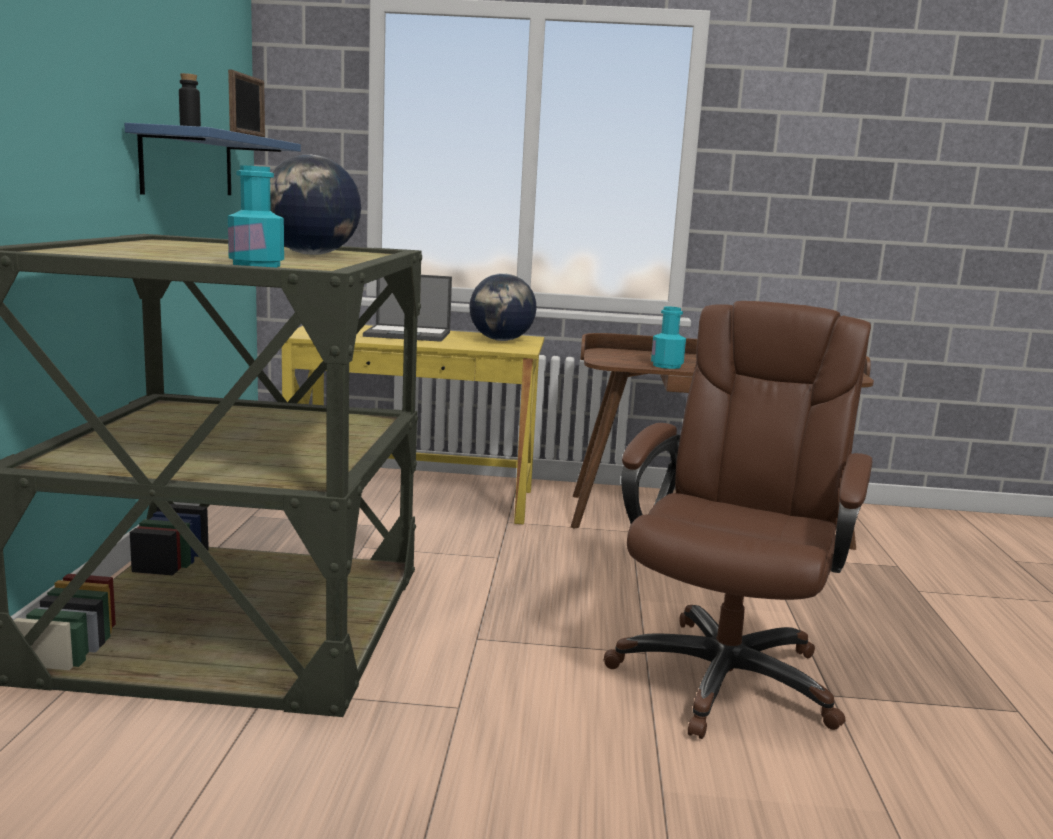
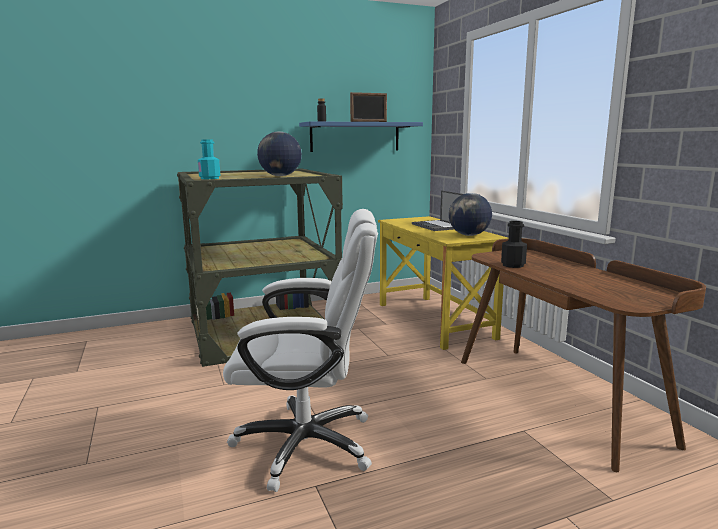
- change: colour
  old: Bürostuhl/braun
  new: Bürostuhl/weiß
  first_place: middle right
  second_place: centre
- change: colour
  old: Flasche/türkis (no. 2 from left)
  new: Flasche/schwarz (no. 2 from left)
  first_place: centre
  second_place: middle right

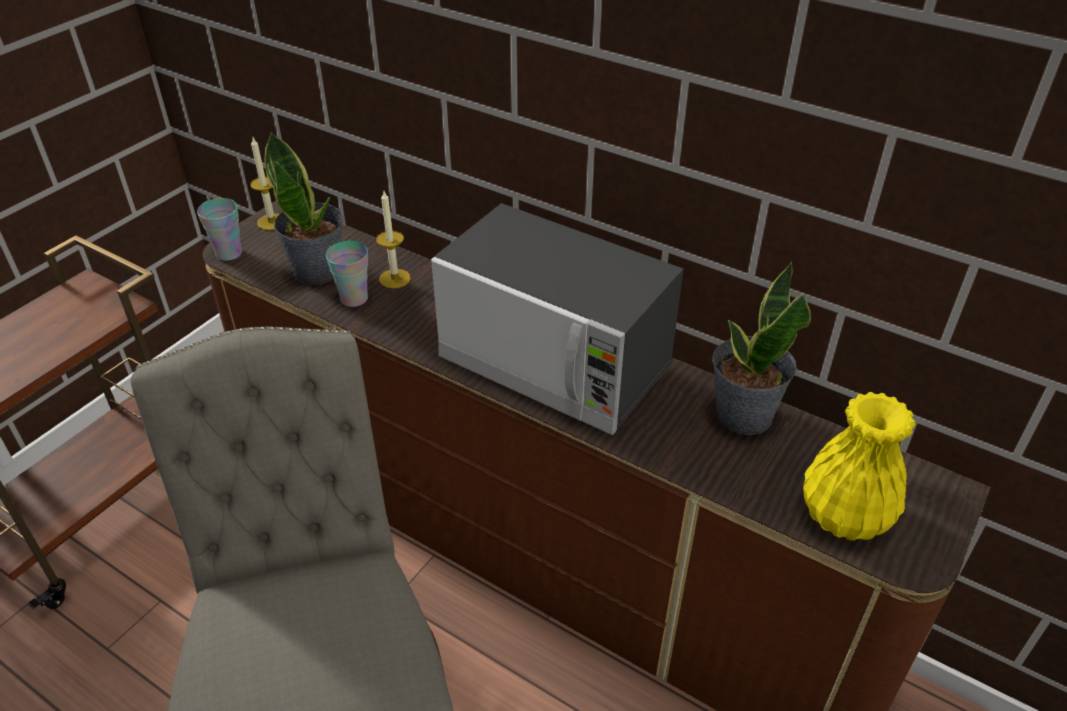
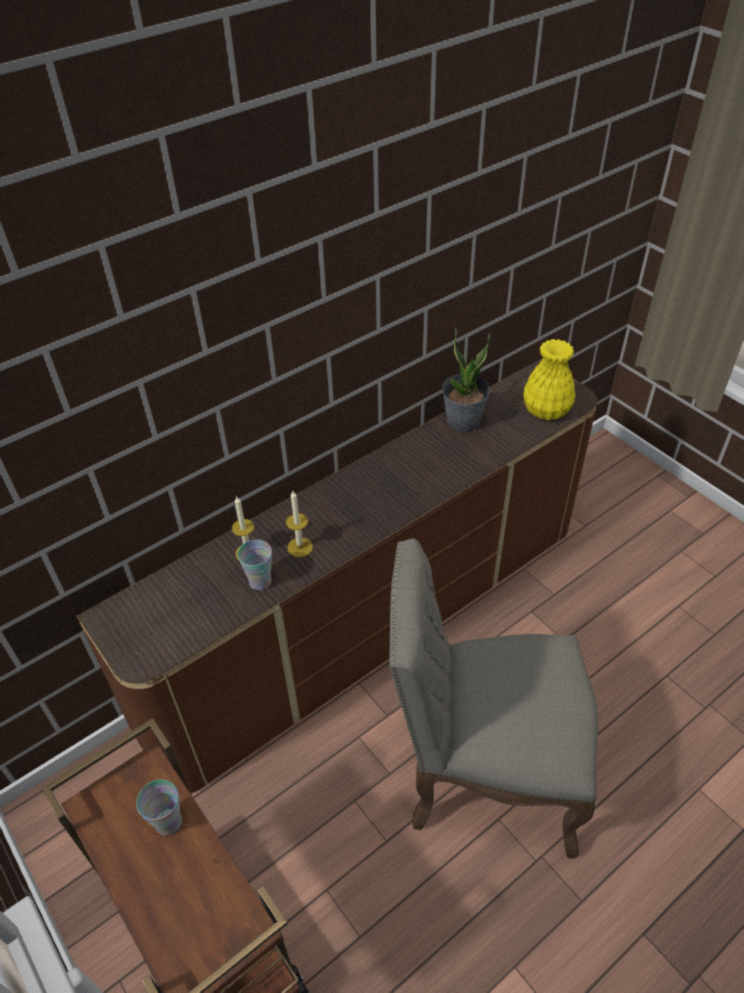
- change: relocated
  old: Tasse (no. 1 from left)
  first_place: top left
  second_place: bottom left
- change: relocated
  old: Kerze (no. 1 from left in the first image)
  new: Kerze (no. 2 from left)
  first_place: top left
  second_place: centre
- change: missing
  old: Topfpflanze (no. 1 from left)
  first_place: top left
- change: missing
  old: Mikrowelle
  first_place: centre

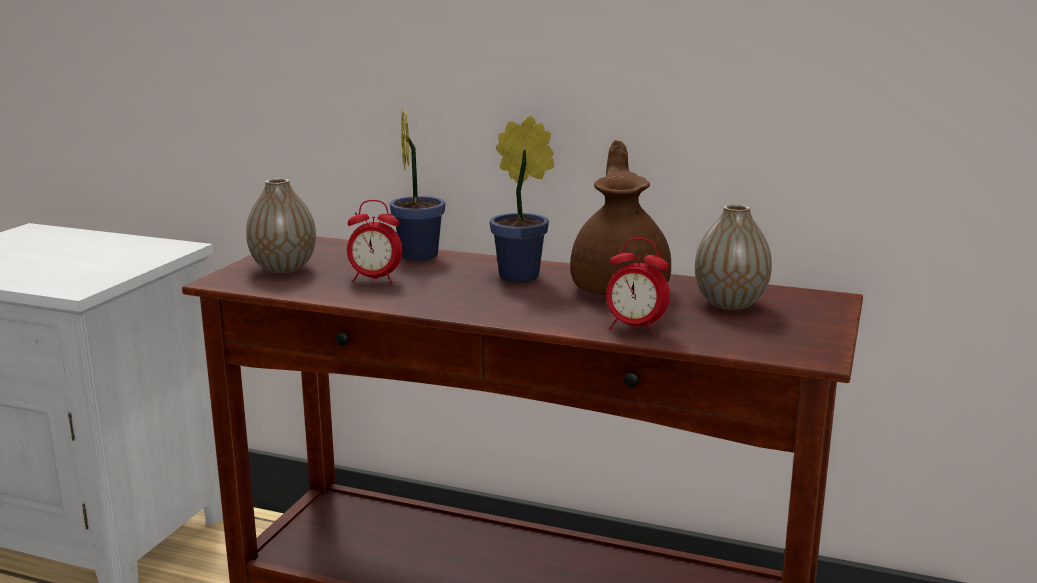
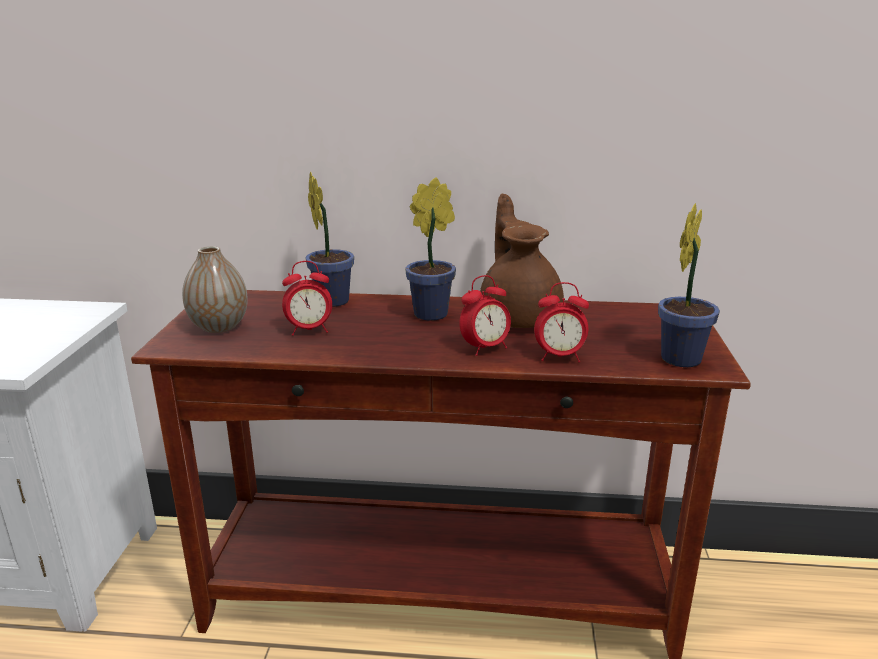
- change: missing
  old: Vase (no. 2 from left)
  first_place: middle right
- change: appeared
  new: Wecker (no. 2 from left)
  second_place: centre
- change: appeared
  new: Topfpflanze (no. 3 from left)
  second_place: middle right

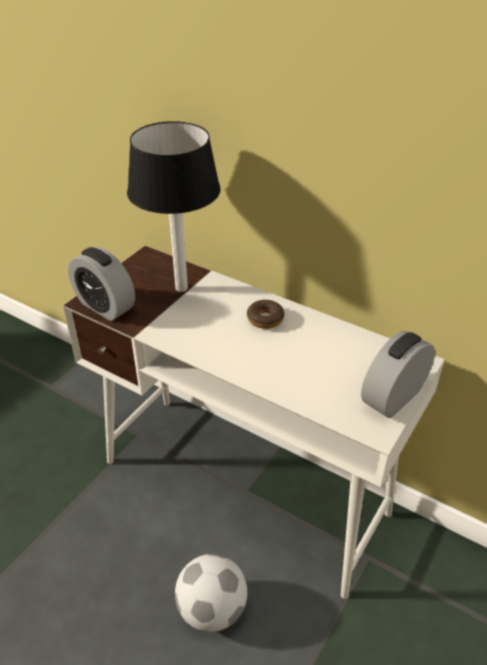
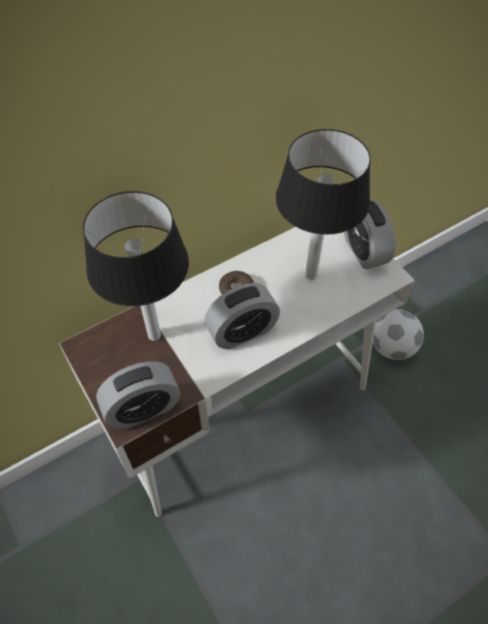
- change: relocated
  old: Fußball
  first_place: bottom centre
  second_place: middle right
- change: appeared
  new: Wecker (no. 2 from left)
  second_place: centre
- change: appeared
  new: Tischlampe (no. 2 from left)
  second_place: top centre

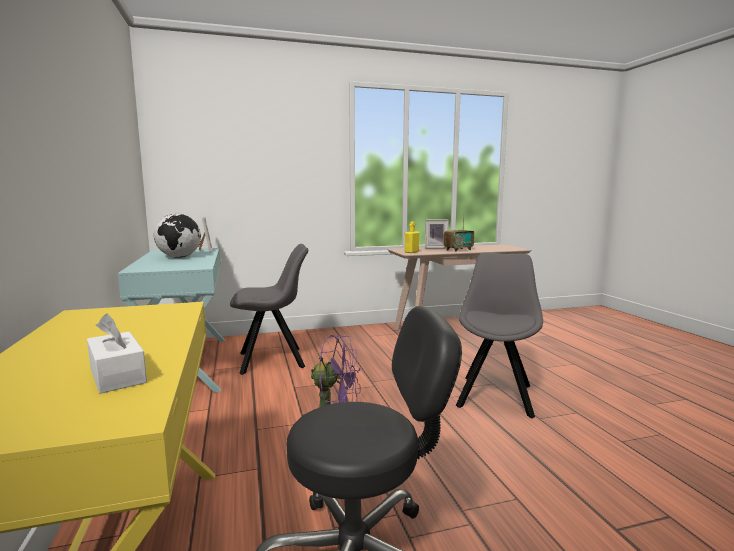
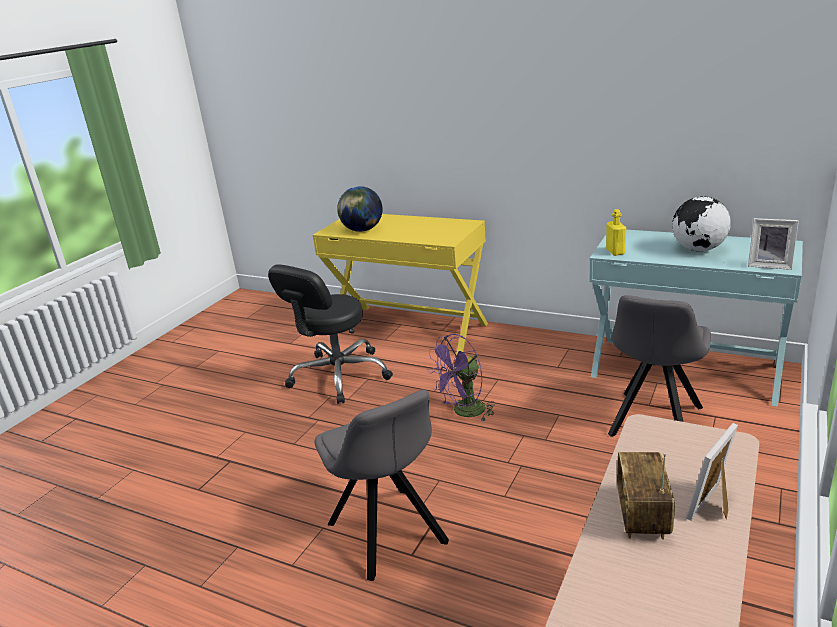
- change: exchanged
  old: Taschentuchbox/weiß
  new: Globus (no. 1 from left)
  first_place: middle left
  second_place: centre
- change: relocated
  old: Flasche/gelb
  first_place: centre
  second_place: middle right

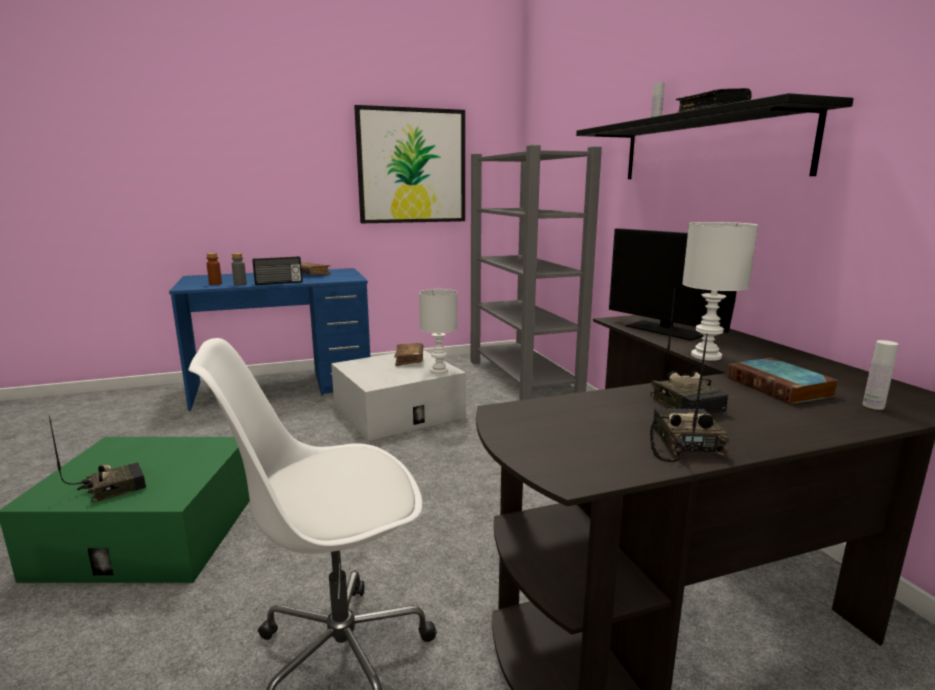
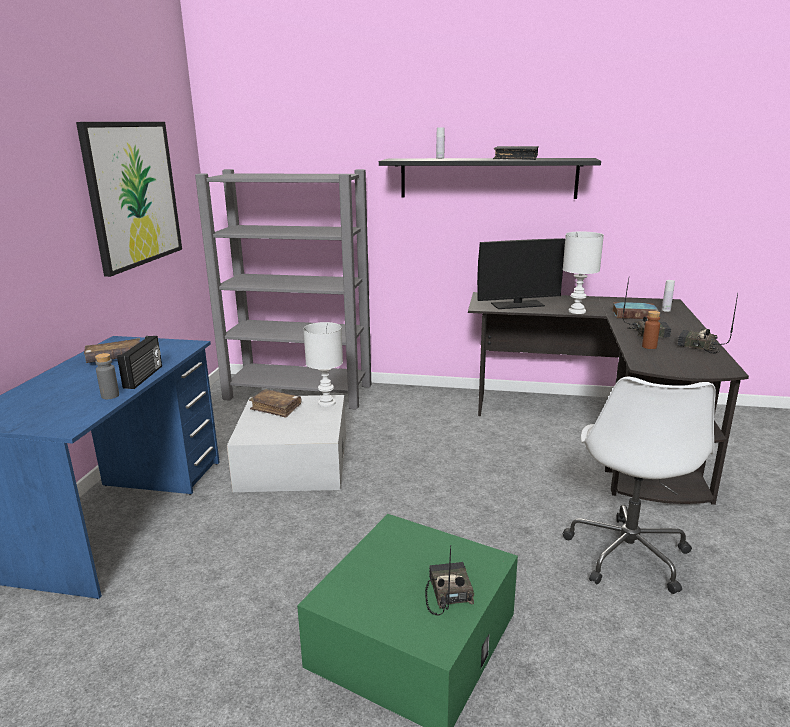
- change: relocated
  old: Flasche/braun
  first_place: middle left
  second_place: middle right

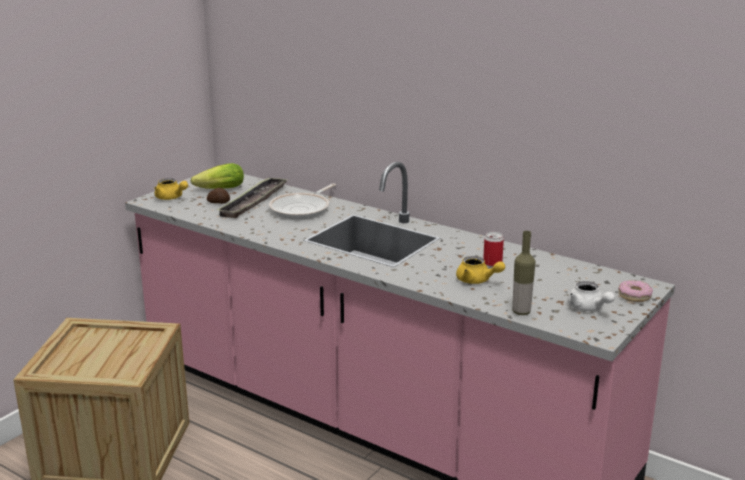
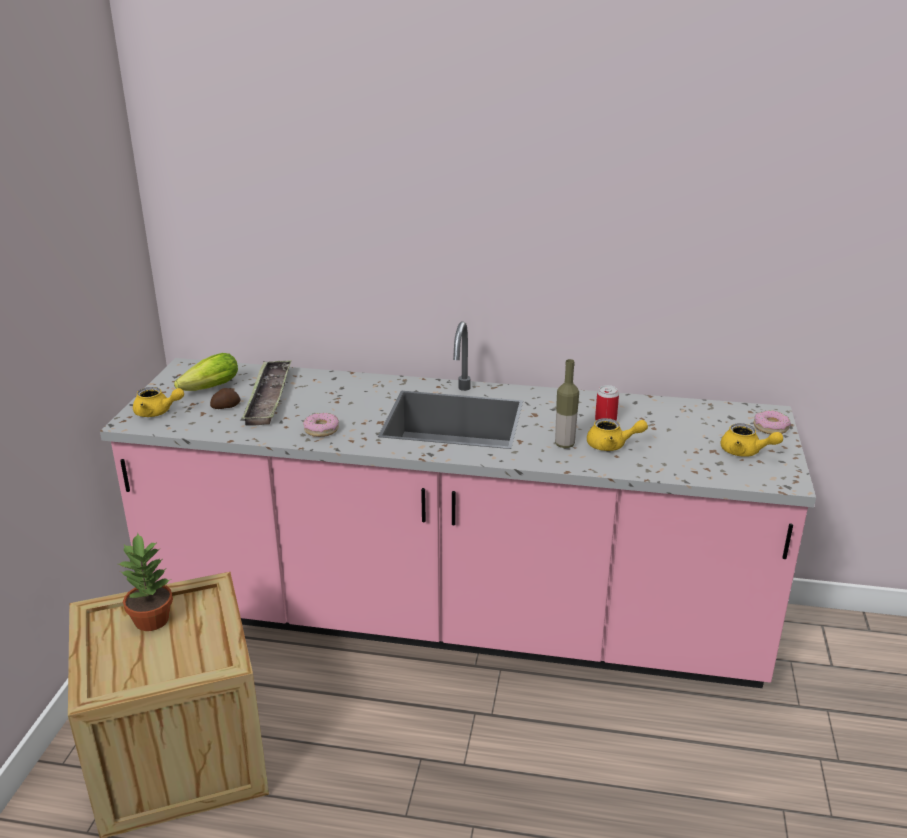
- change: missing
  old: Pfanne
  first_place: centre
- change: relocated
  old: Flasche
  first_place: middle right
  second_place: centre
- change: colour
  old: Teekanne/weiß
  new: Teekanne/gelb (no. 3 from left)
  first_place: middle right
  second_place: middle right
- change: appeared
  new: Topfpflanze
  second_place: bottom left
- change: appeared
  new: Donut (no. 1 from left)
  second_place: centre

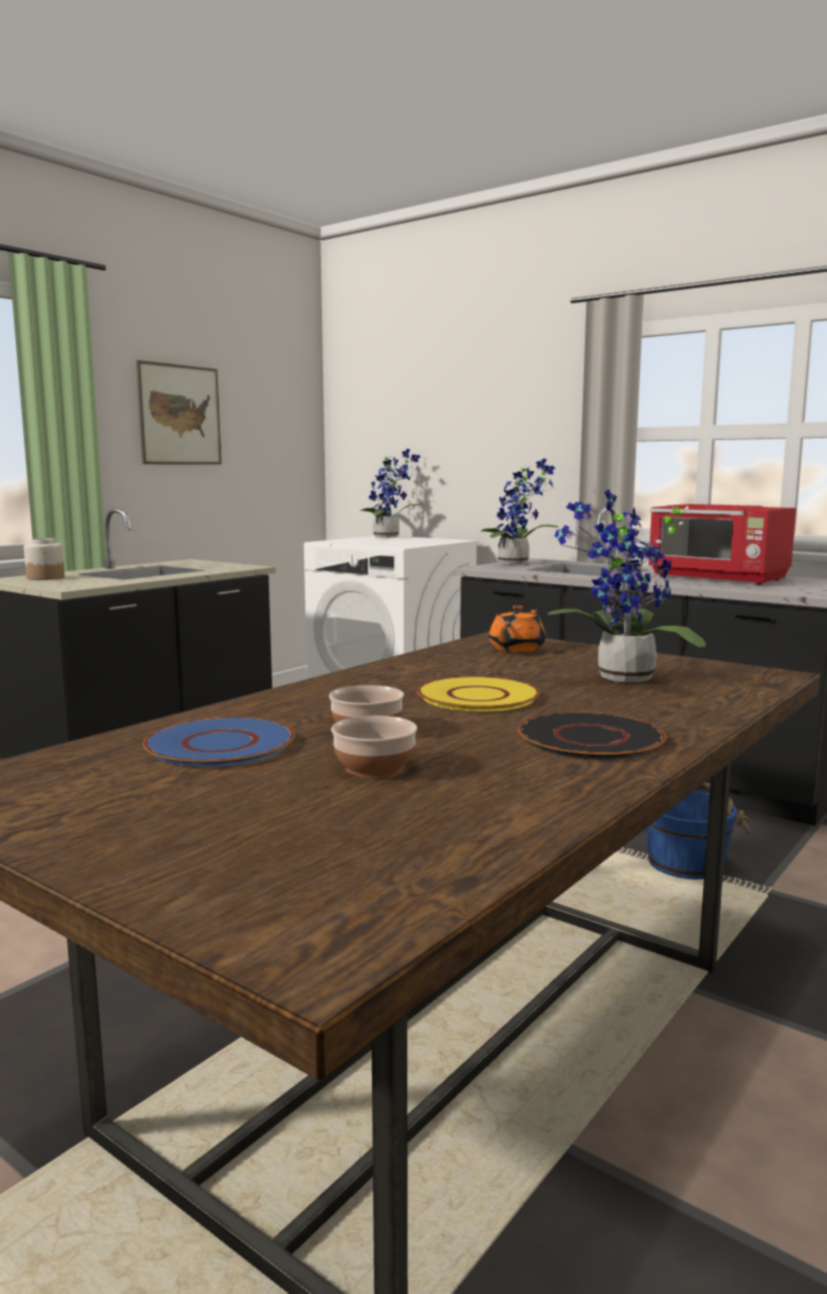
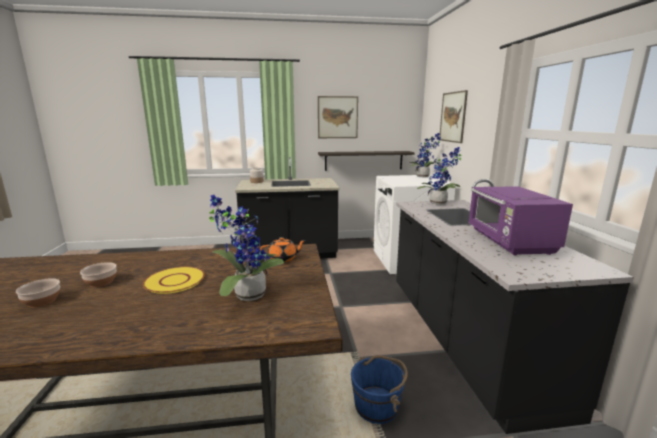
- change: missing
  old: Teller/blau
  first_place: middle left
- change: missing
  old: Teller/schwarz
  first_place: middle right
- change: colour
  old: Mikrowelle/rot
  new: Mikrowelle/lila
  first_place: middle right
  second_place: middle right
- change: appeared
  new: Wandregal
  second_place: centre
- change: appeared
  new: Bild (no. 2 from left)
  second_place: top right

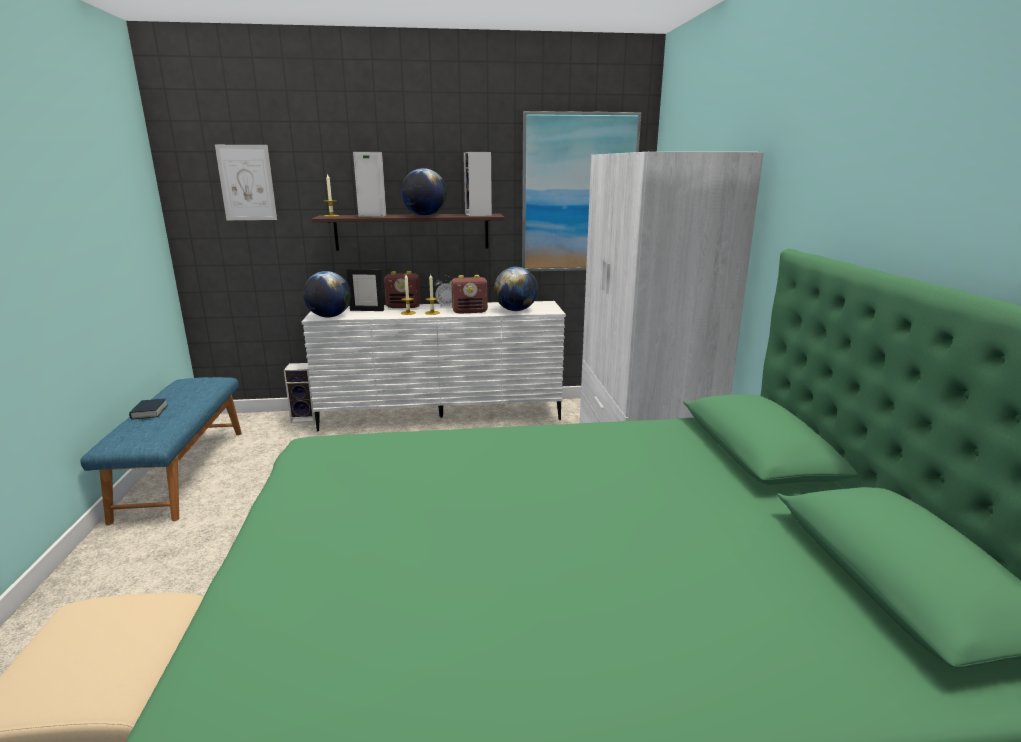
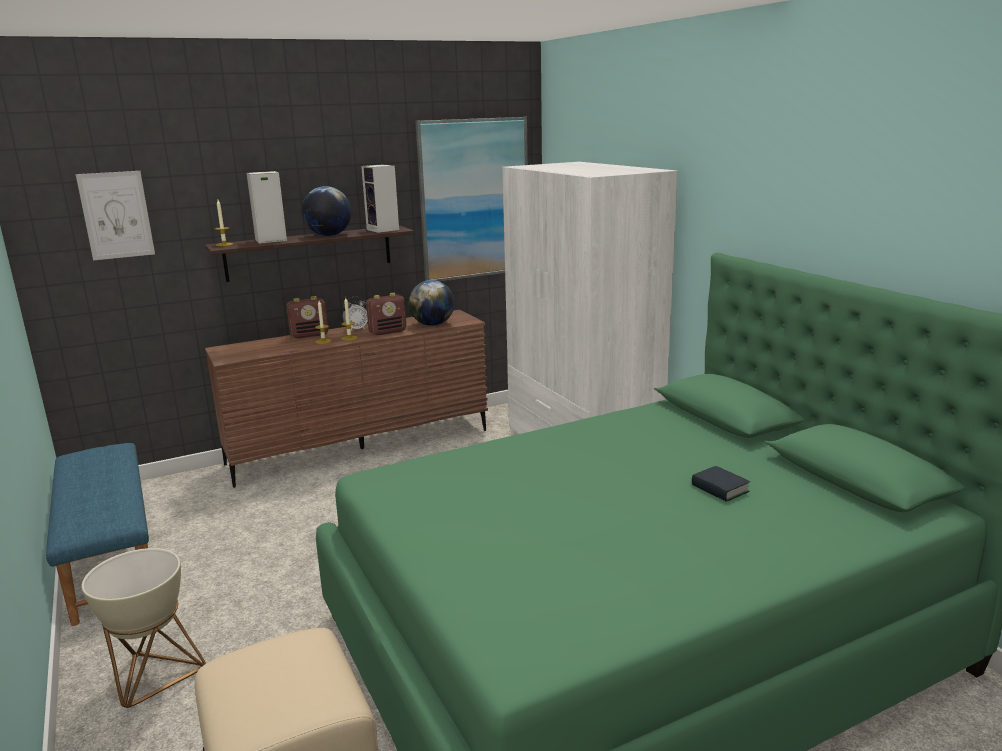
- change: relocated
  old: Buch
  first_place: middle left
  second_place: middle right
- change: missing
  old: Lautsprecher (no. 1 from left)
  first_place: middle left
- change: colour
  old: Kommode/weiß
  new: Kommode/braun
  first_place: centre
  second_place: centre
- change: missing
  old: Globus (no. 1 from left)
  first_place: middle left
- change: missing
  old: Bilderrahmen
  first_place: centre
- change: appeared
  new: Pflanzkübel
  second_place: bottom left

